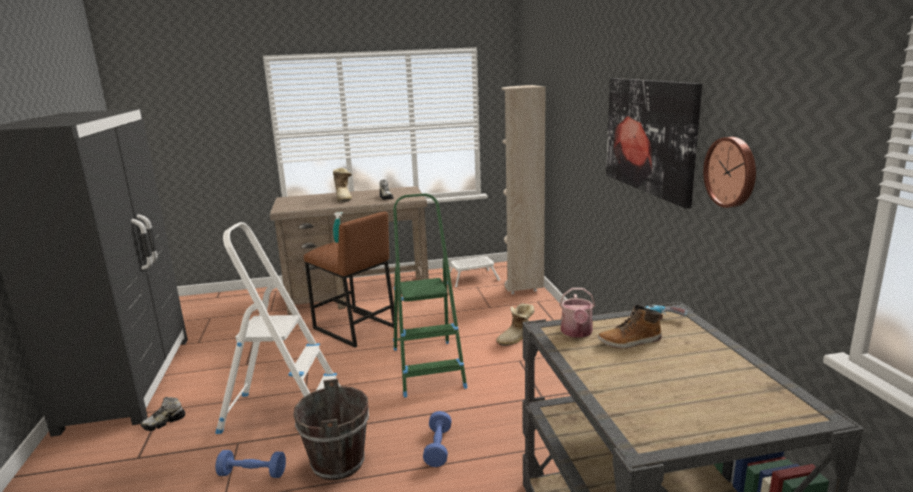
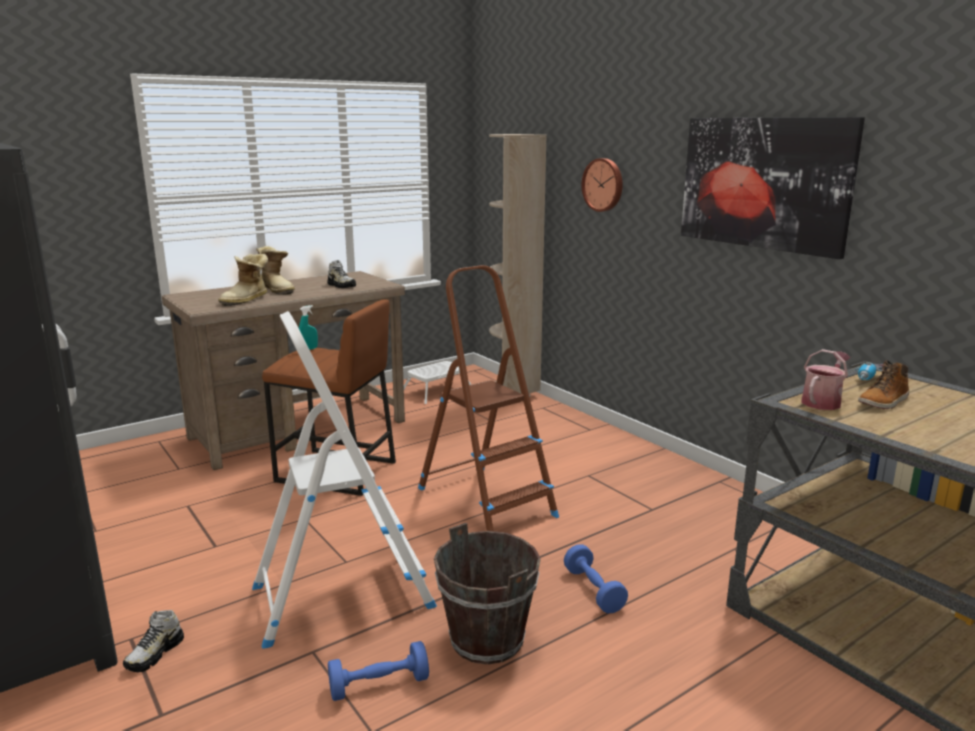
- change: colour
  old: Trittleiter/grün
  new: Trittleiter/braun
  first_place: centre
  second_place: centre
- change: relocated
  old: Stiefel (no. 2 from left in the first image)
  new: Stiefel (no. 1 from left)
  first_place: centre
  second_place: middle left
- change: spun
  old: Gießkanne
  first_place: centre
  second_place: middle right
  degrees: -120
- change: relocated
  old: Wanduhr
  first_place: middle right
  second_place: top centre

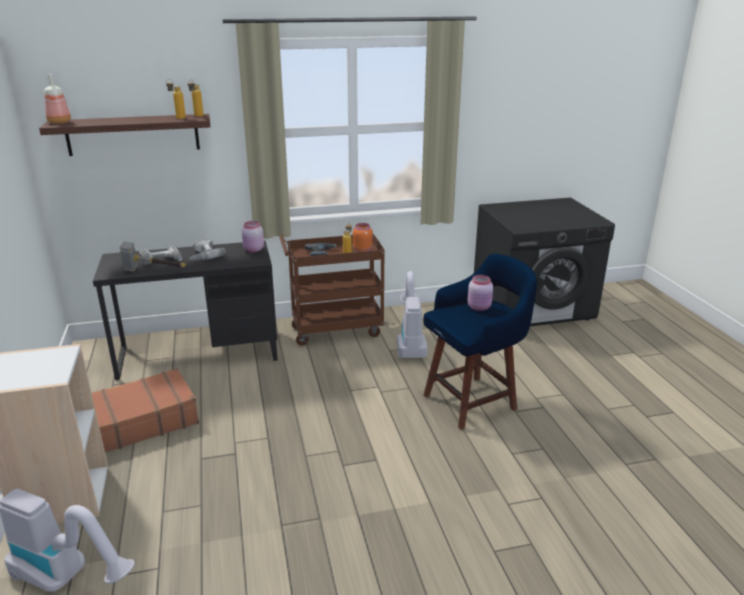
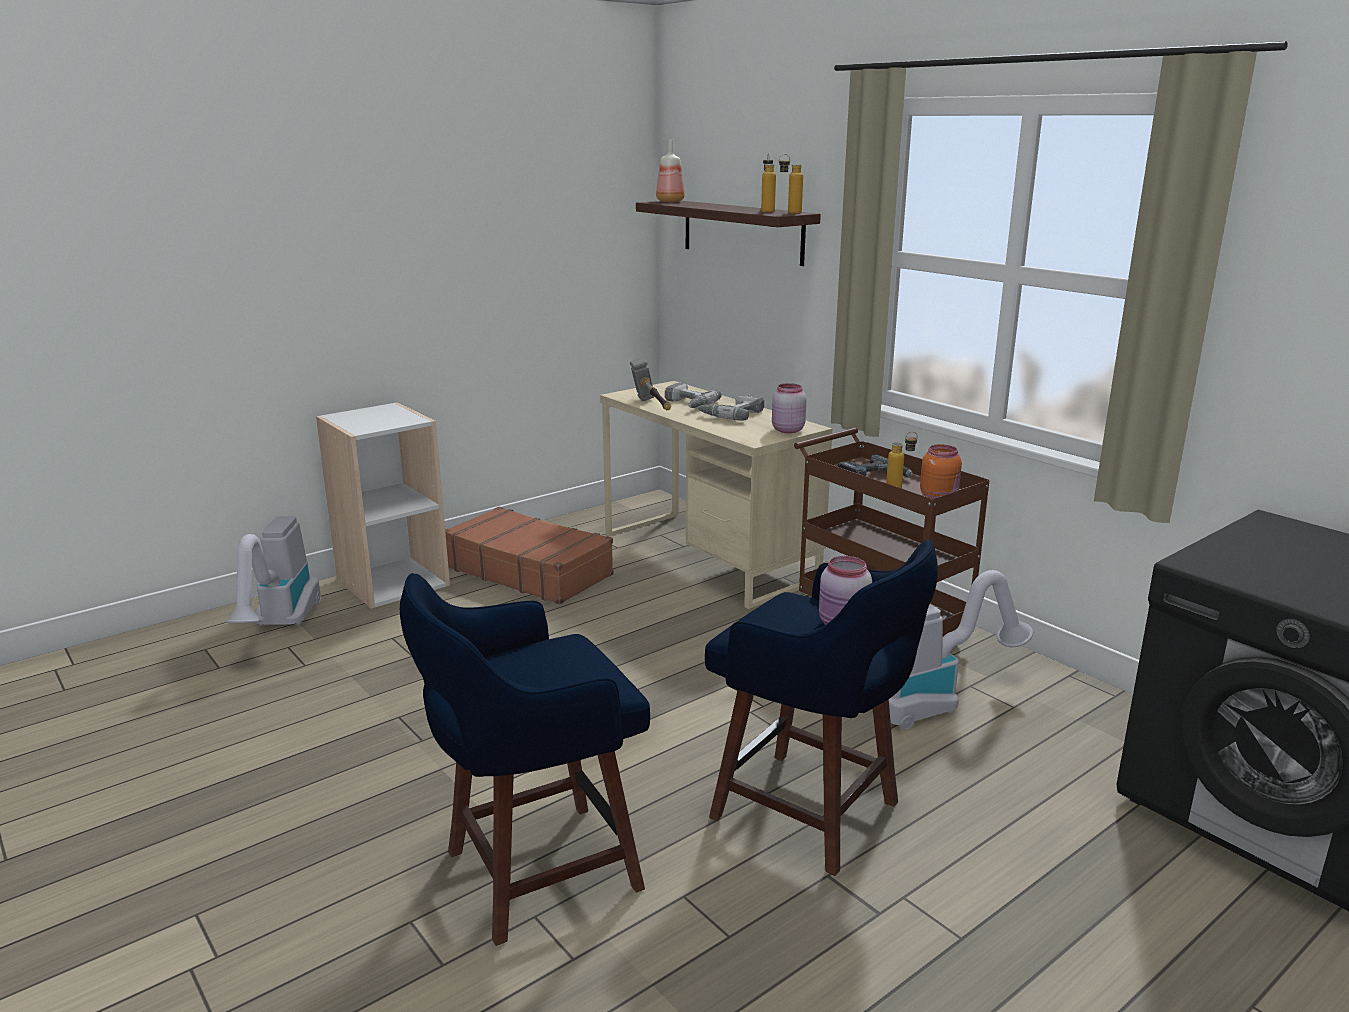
- change: colour
  old: Schreibtisch/schwarz
  new: Schreibtisch/beige
  first_place: middle left
  second_place: centre
- change: appeared
  new: Hocker/blau (no. 1 from left)
  second_place: bottom centre

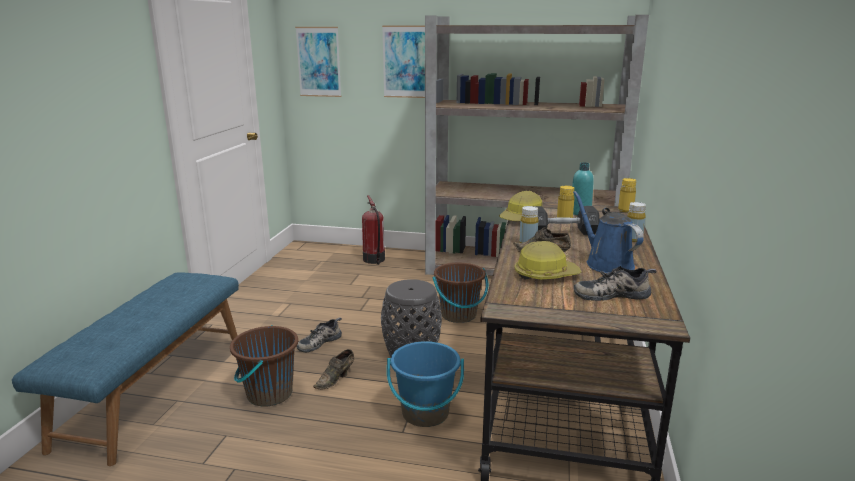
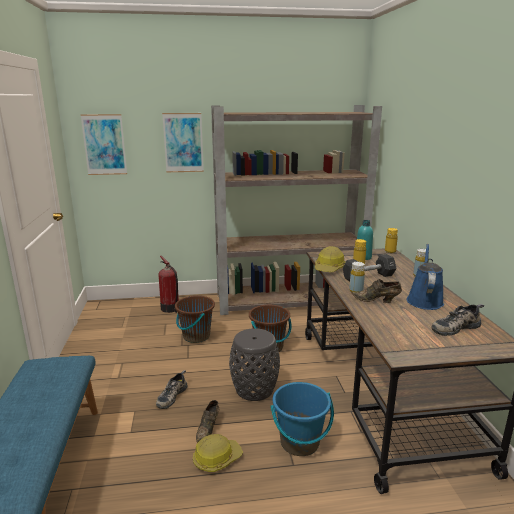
- change: relocated
  old: Eimer/braun (no. 1 from left)
  first_place: bottom left
  second_place: centre
- change: relocated
  old: Schutzhelm (no. 2 from left in the first image)
  new: Schutzhelm (no. 1 from left)
  first_place: centre
  second_place: bottom centre
- change: spun
  old: Gießkanne/blau
  first_place: middle right
  second_place: middle right
  degrees: 60

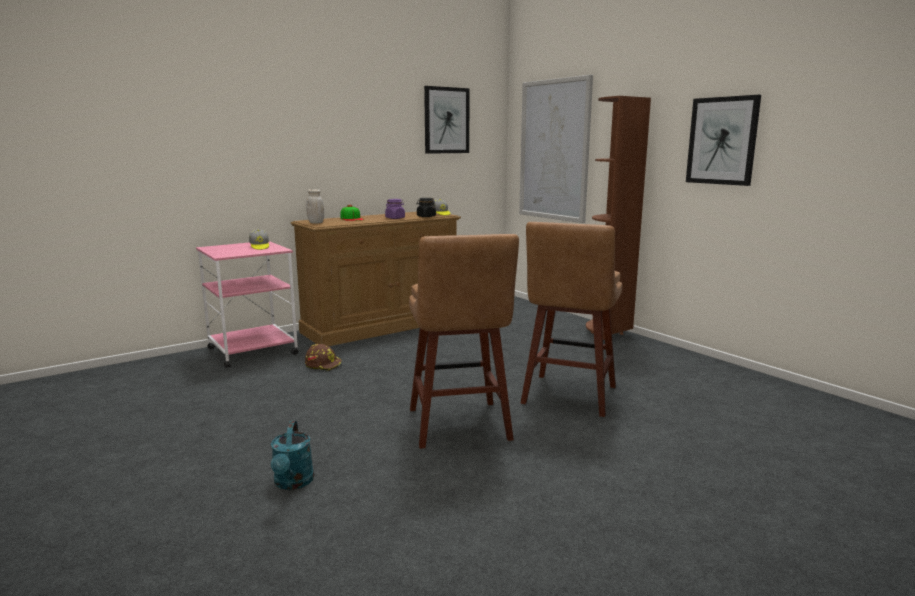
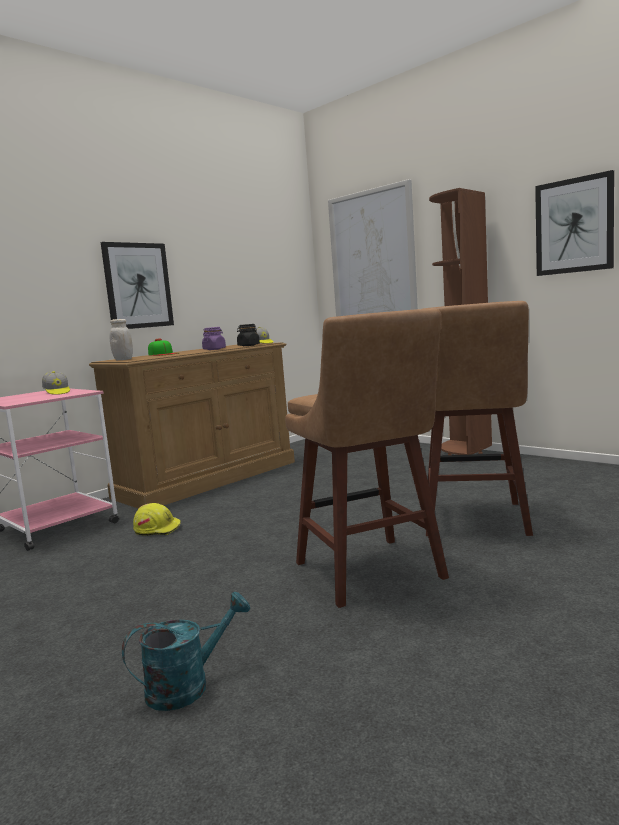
- change: spun
  old: Gießkanne/türkis
  first_place: bottom left
  second_place: bottom left
  degrees: -105
- change: colour
  old: Schutzhelm/braun
  new: Schutzhelm/gelb
  first_place: centre
  second_place: middle left
- change: relocated
  old: Bild (no. 1 from left)
  first_place: top centre
  second_place: middle left

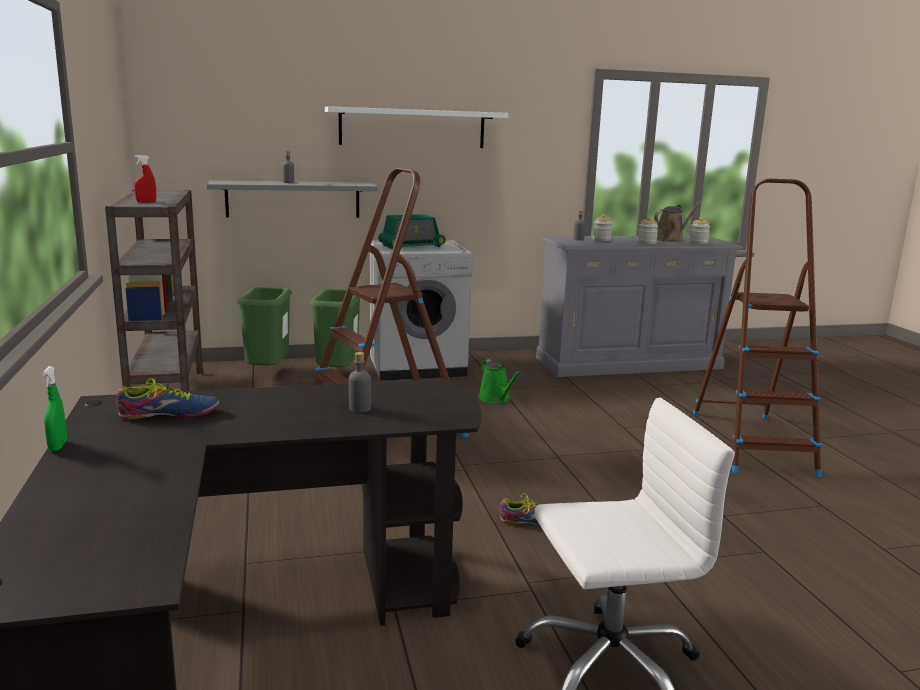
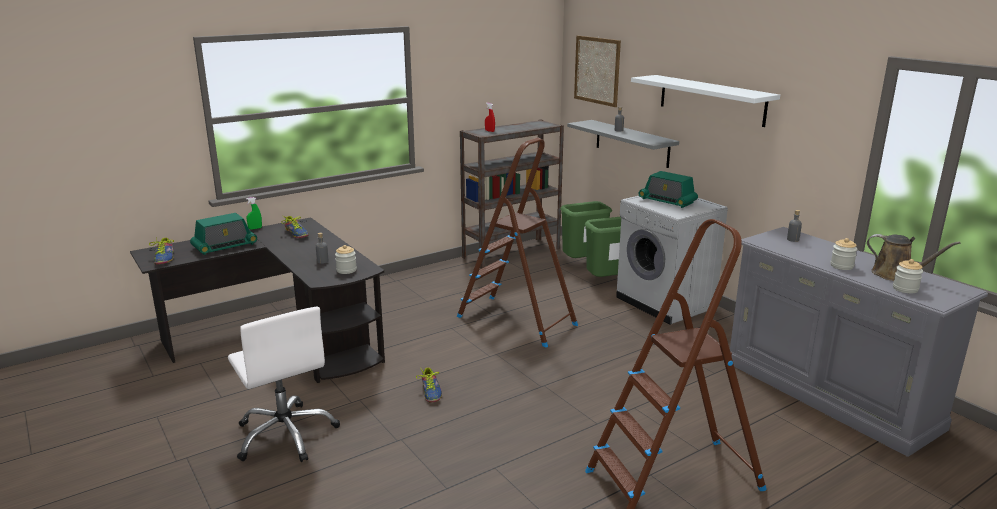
- change: missing
  old: Gießkanne/grün
  first_place: centre
- change: relocated
  old: Vorratsglas (no. 1 from left)
  first_place: top centre
  second_place: centre
- change: appeared
  new: Schuh (no. 1 from left)
  second_place: middle left
- change: appeared
  new: Radio (no. 1 from left)
  second_place: middle left
- change: appeared
  new: Bild
  second_place: top centre

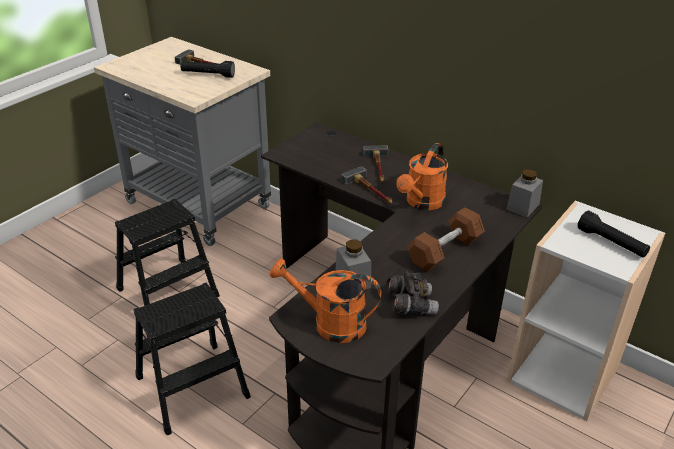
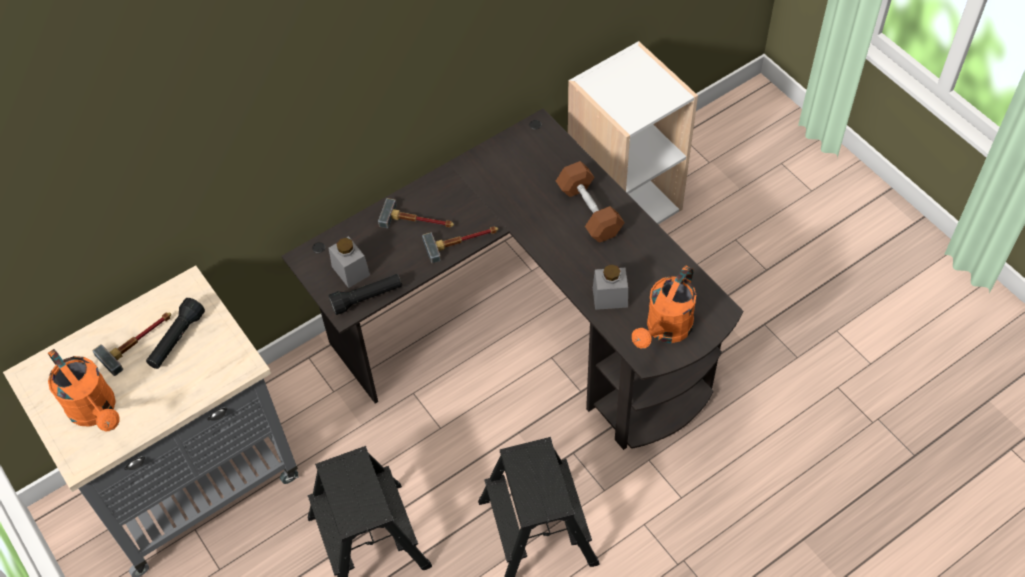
- change: missing
  old: Fernglas/grau
  first_place: centre
- change: relocated
  old: Gießkanne/orange (no. 2 from left in the first image)
  new: Gießkanne/orange (no. 1 from left)
  first_place: centre
  second_place: bottom left
- change: relocated
  old: Vorratsglas/grau (no. 2 from left in the first image)
  new: Vorratsglas/grau (no. 1 from left)
  first_place: middle right
  second_place: centre
- change: relocated
  old: Taschenlampe/schwarz (no. 2 from left)
  first_place: middle right
  second_place: centre

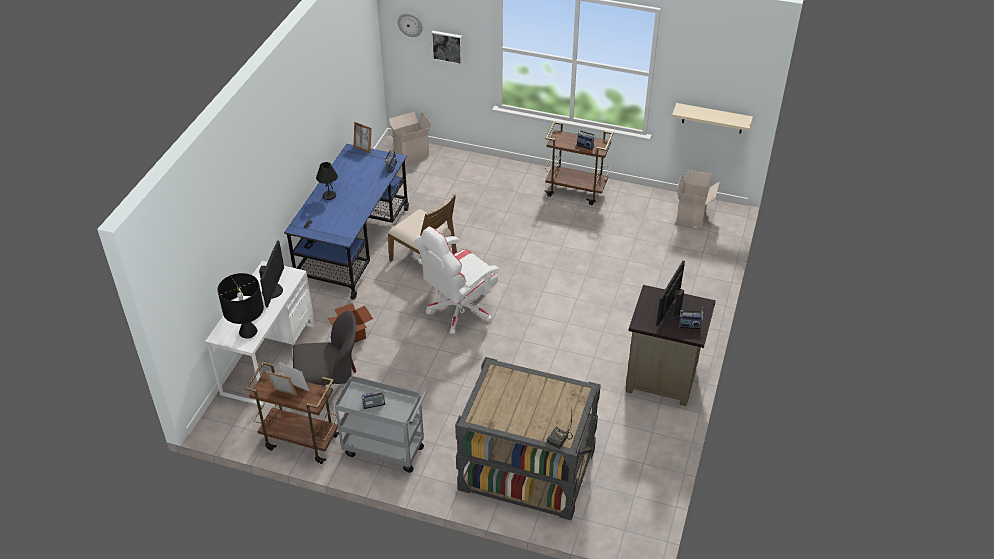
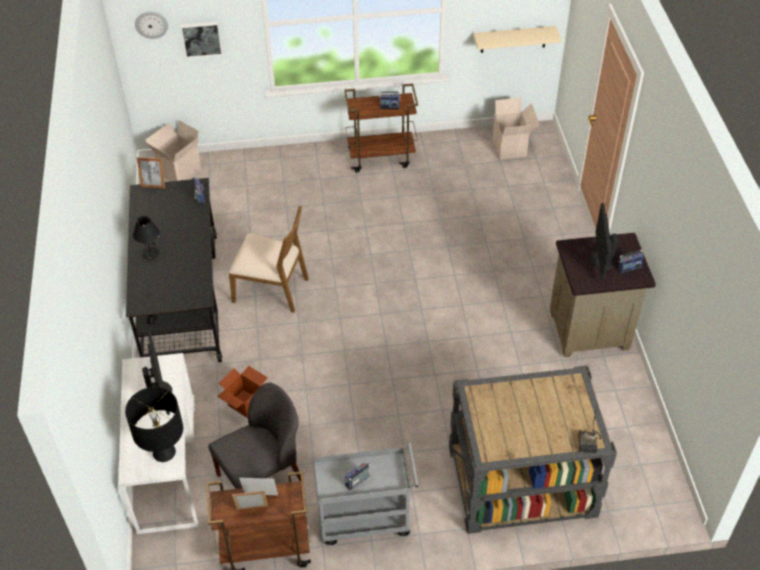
- change: colour
  old: Schreibtisch/blau
  new: Schreibtisch/schwarz
  first_place: centre
  second_place: middle left
- change: missing
  old: Bürostuhl/weiß
  first_place: centre

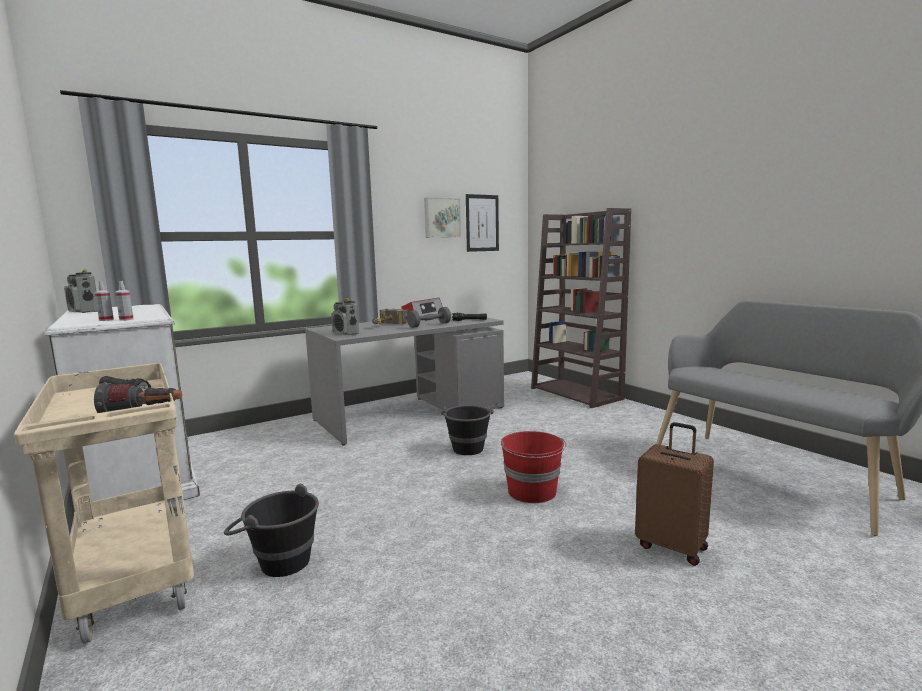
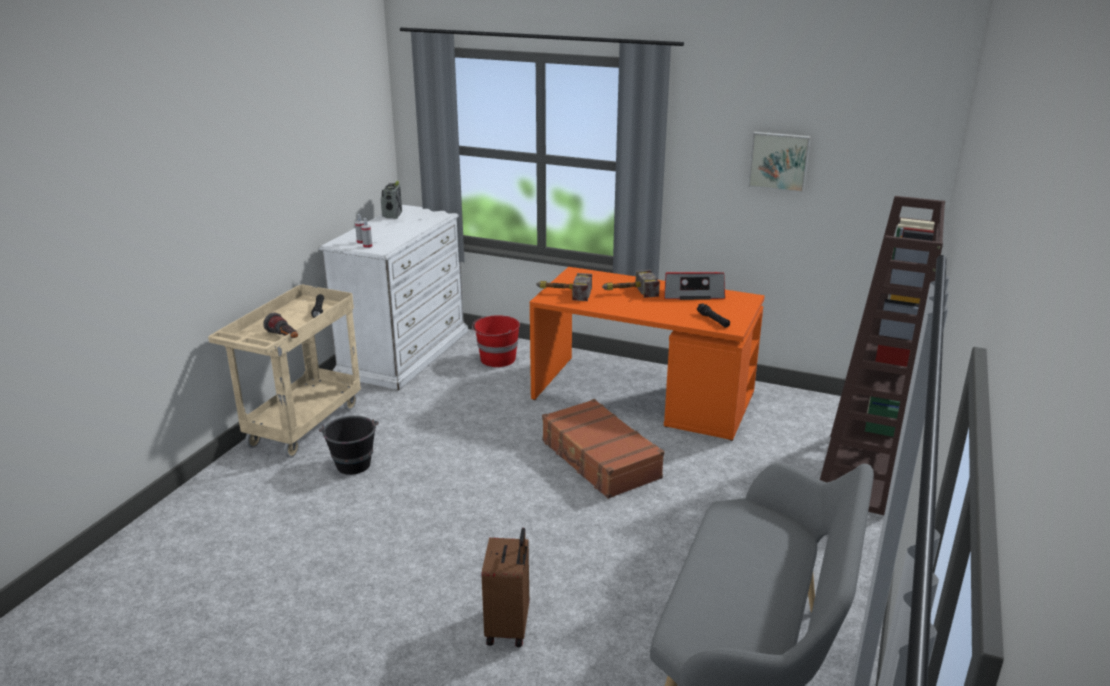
- change: colour
  old: Schreibtisch/grau
  new: Schreibtisch/orange
  first_place: centre
  second_place: centre
- change: exchanged
  old: Radio (no. 2 from left)
  new: Hammer (no. 1 from left)
  first_place: centre
  second_place: centre
- change: missing
  old: Hantel/grau
  first_place: centre
- change: exchanged
  old: Eimer/schwarz (no. 2 from left)
  new: Koffer/braun (no. 2 from left)
  first_place: centre
  second_place: centre
- change: missing
  old: Bild (no. 2 from left)
  first_place: top centre
- change: relocated
  old: Eimer/rot
  first_place: bottom centre
  second_place: centre

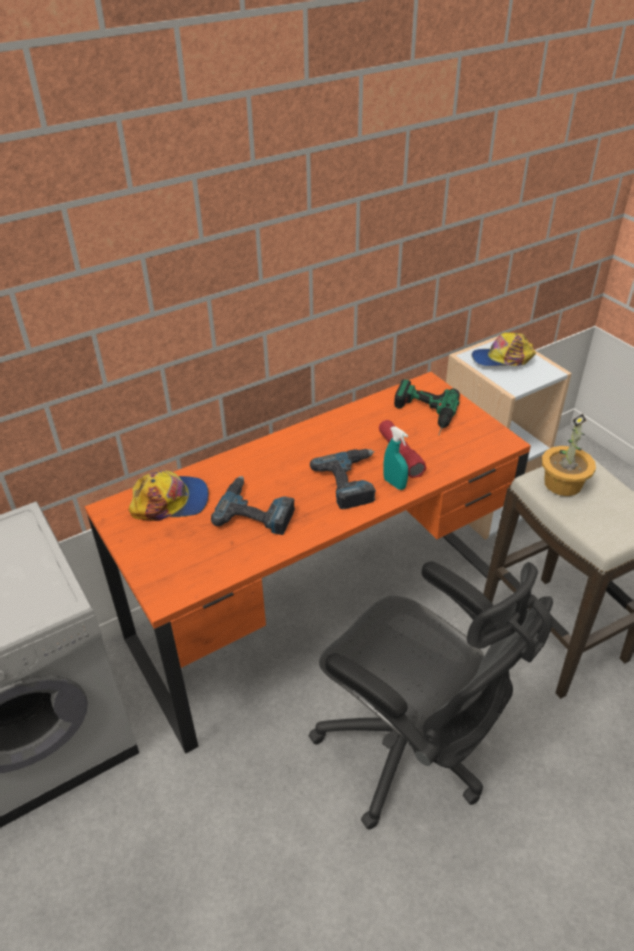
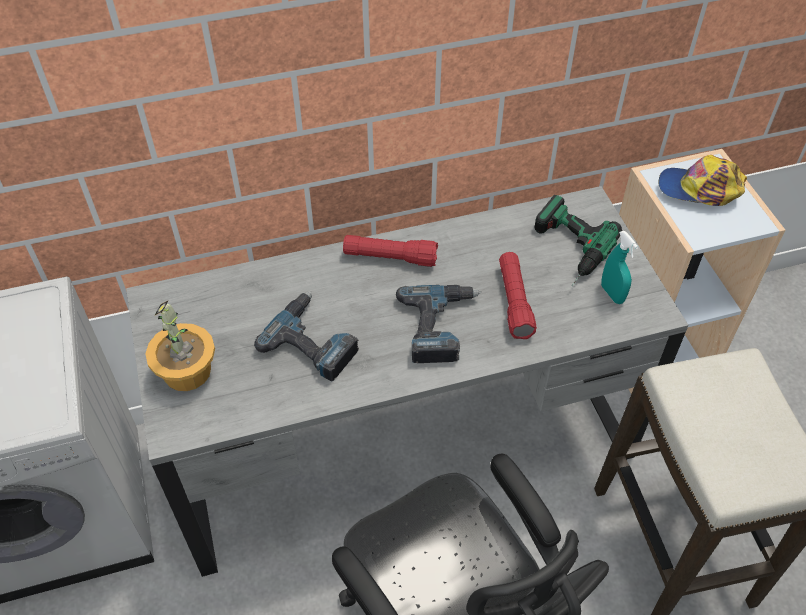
- change: colour
  old: Schreibtisch/orange
  new: Schreibtisch/grau
  first_place: centre
  second_place: centre
- change: missing
  old: Kappe (no. 1 from left)
  first_place: middle left
- change: relocated
  old: Sprühflasche/türkis
  first_place: centre
  second_place: middle right
- change: relocated
  old: Topfpflanze
  first_place: middle right
  second_place: middle left
- change: appeared
  new: Taschenlampe/rot (no. 1 from left)
  second_place: centre

